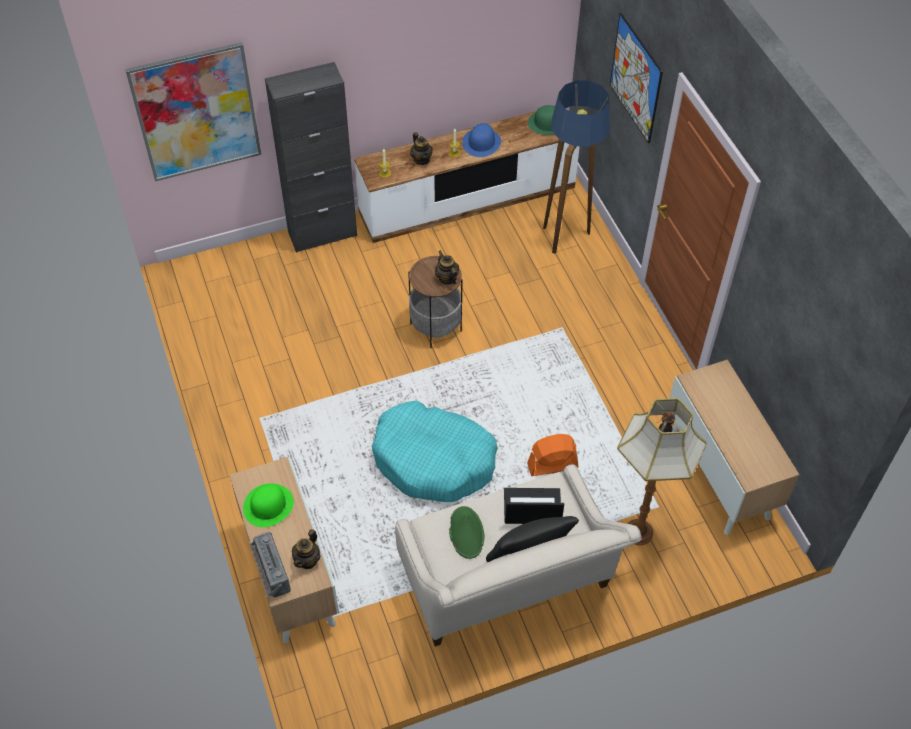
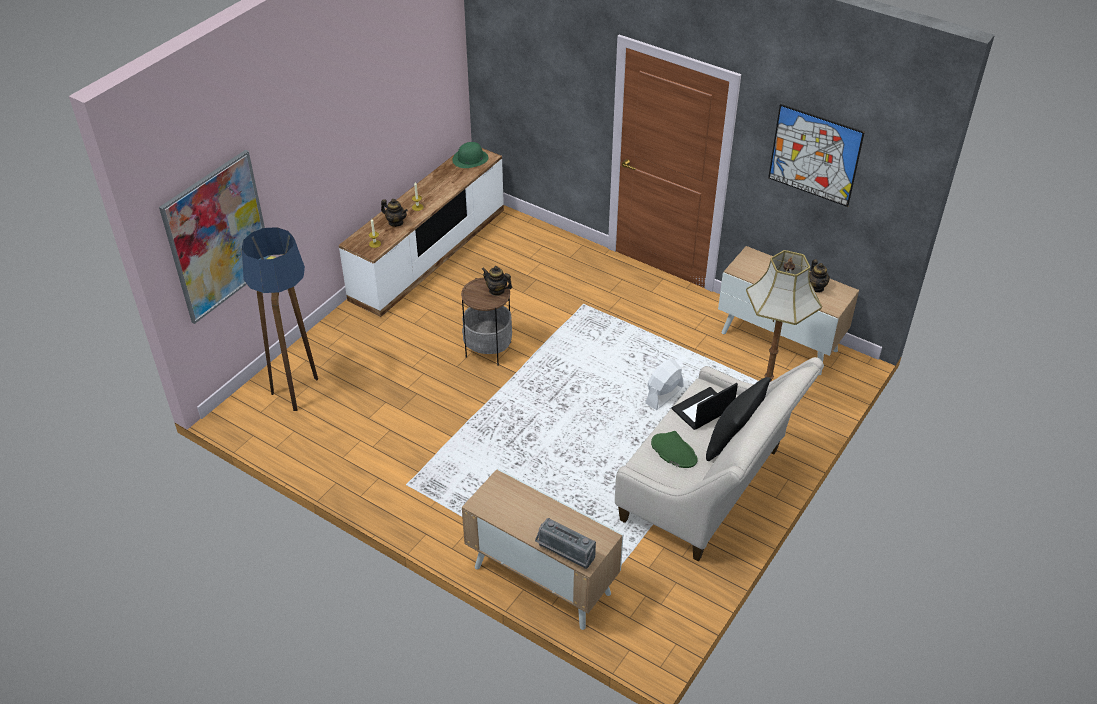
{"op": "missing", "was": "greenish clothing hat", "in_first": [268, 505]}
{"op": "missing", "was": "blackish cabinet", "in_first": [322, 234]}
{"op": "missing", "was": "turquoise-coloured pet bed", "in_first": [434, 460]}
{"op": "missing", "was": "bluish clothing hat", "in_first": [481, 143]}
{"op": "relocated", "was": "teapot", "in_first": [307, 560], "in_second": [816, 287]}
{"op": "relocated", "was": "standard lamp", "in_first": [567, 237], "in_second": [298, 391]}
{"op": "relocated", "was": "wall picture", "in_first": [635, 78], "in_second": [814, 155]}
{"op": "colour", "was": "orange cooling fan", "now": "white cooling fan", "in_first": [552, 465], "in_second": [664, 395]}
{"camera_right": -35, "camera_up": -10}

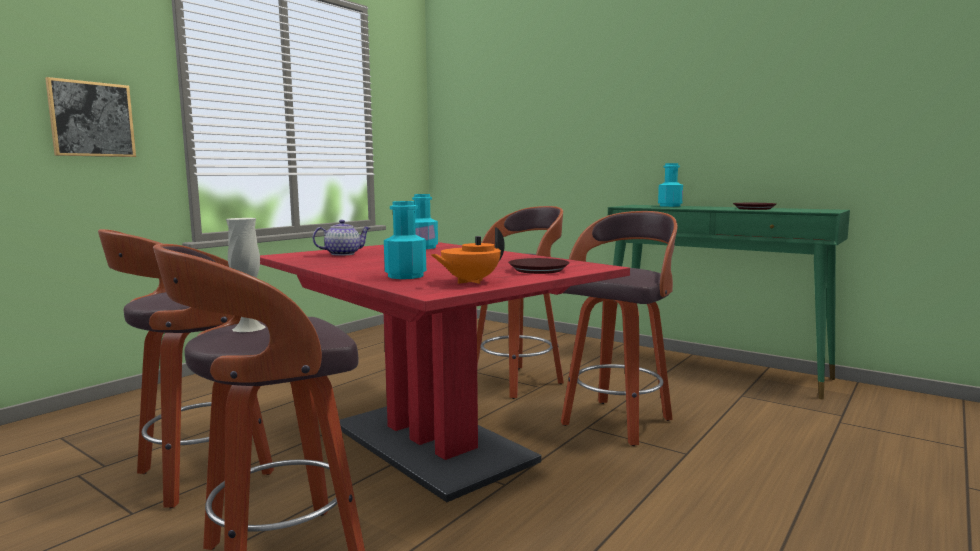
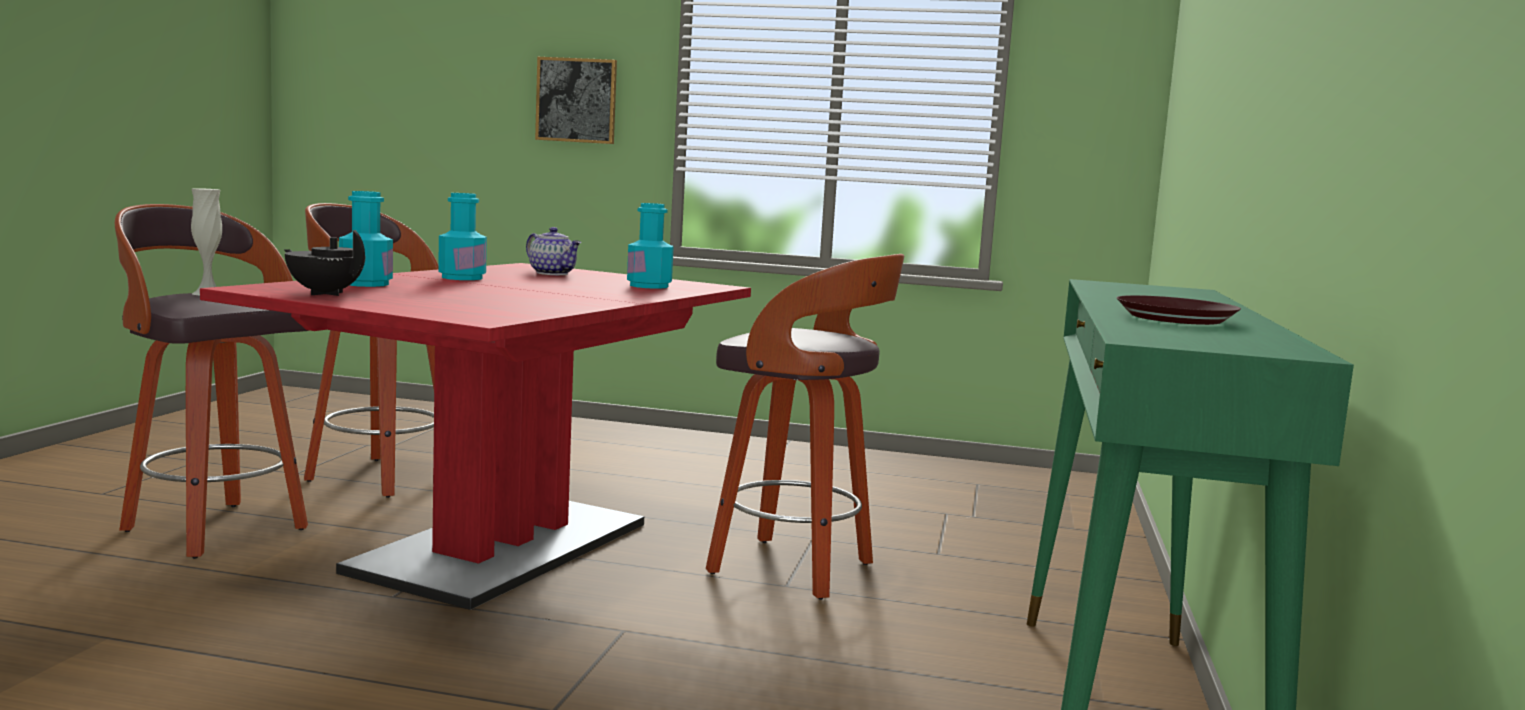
{"op": "missing", "was": "brown flat dish", "in_first": [539, 270]}
{"op": "missing", "was": "stool", "in_first": [618, 421]}
{"op": "relocated", "was": "turquoise-coloured beverage bottle", "in_first": [670, 206], "in_second": [462, 278]}
{"op": "colour", "was": "orange teapot", "now": "blackish teapot", "in_first": [469, 281], "in_second": [325, 293]}
{"camera_right": 65, "camera_up": 0}

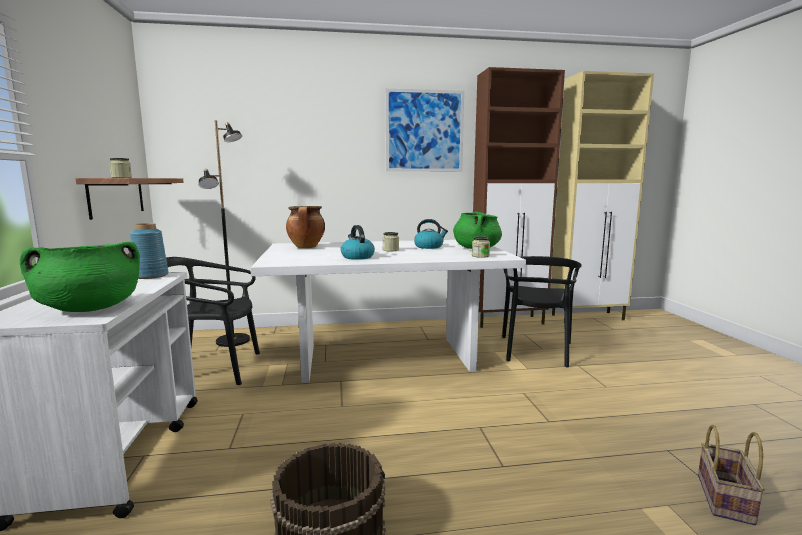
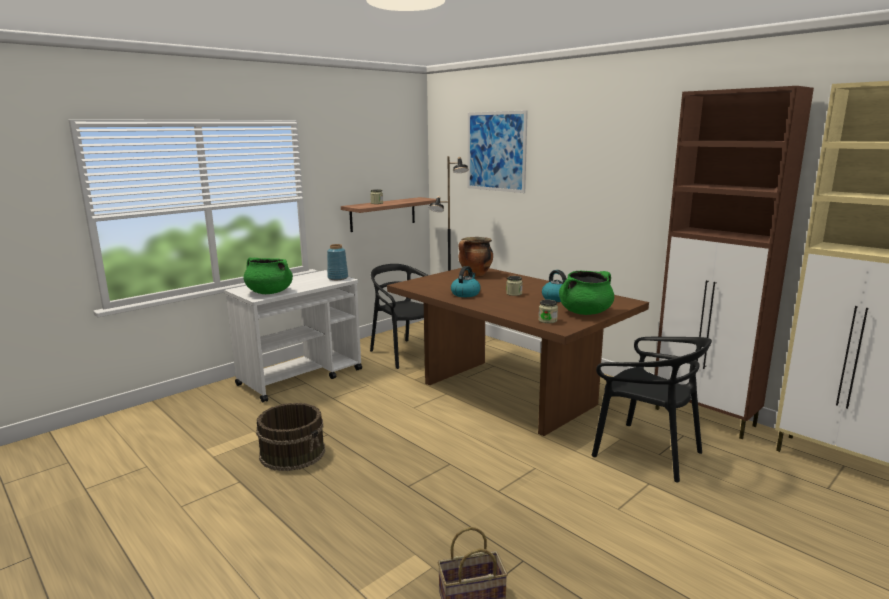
{"op": "relocated", "was": "wall picture", "in_first": [424, 131], "in_second": [496, 151]}
{"op": "colour", "was": "white kitchen table", "now": "brown kitchen table", "in_first": [386, 357], "in_second": [509, 393]}
{"op": "spun", "was": "blackish plain chair", "in_first": [536, 350], "in_second": [646, 452], "clockwise": -120}
{"camera_right": 55, "camera_up": 5}

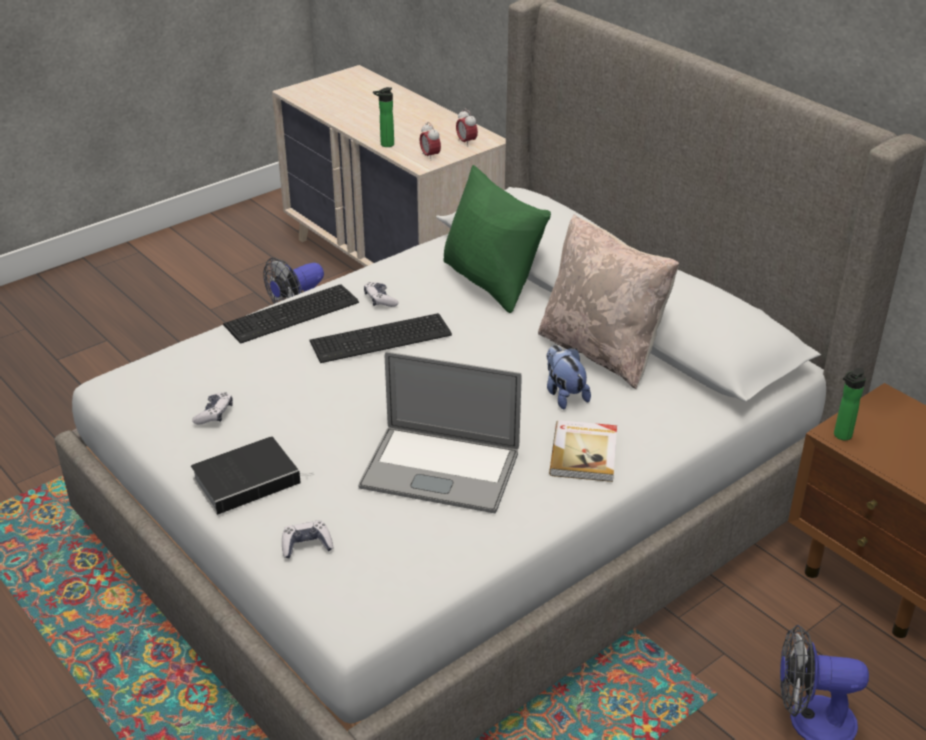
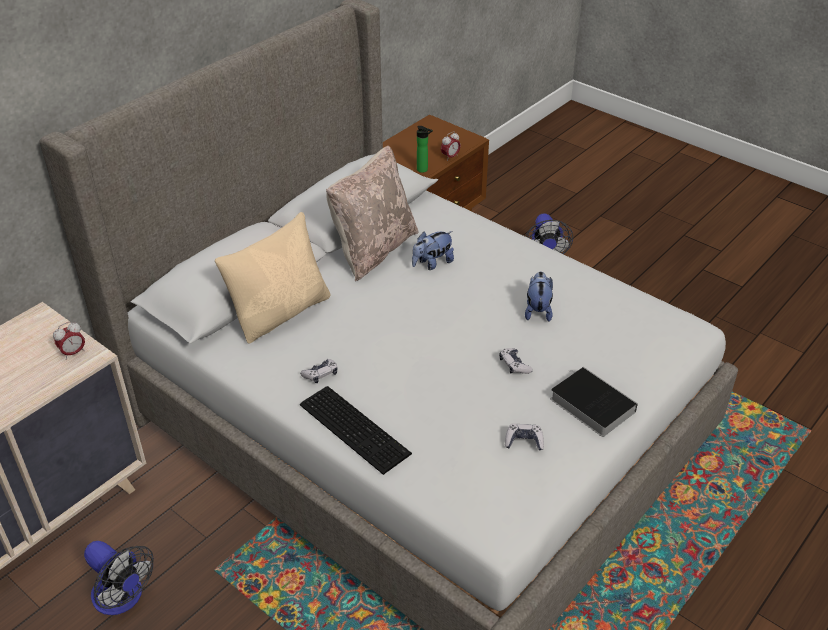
{"op": "missing", "was": "keyboard", "in_first": [383, 339]}
{"op": "missing", "was": "beverage bottle", "in_first": [385, 145]}
{"op": "missing", "was": "book", "in_first": [585, 453]}
{"op": "relocated", "was": "game controller", "in_first": [306, 545], "in_second": [514, 365]}
{"op": "relocated", "was": "alarm clock", "in_first": [466, 142], "in_second": [450, 157]}
{"op": "exchanged", "was": "notebook computer", "now": "cuddly toy", "in_first": [440, 469], "in_second": [537, 310]}
{"op": "colour", "was": "greenish pillow", "now": "beige-coloured pillow", "in_first": [491, 282], "in_second": [281, 313]}
{"camera_right": -100, "camera_up": 5}

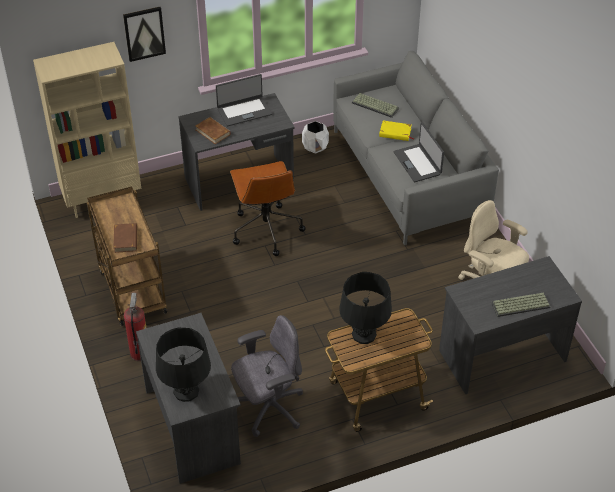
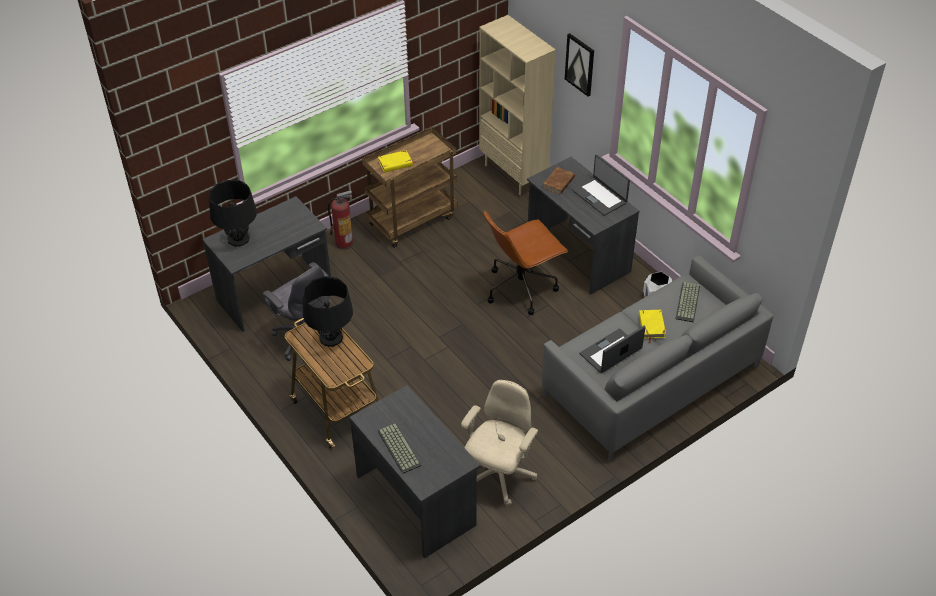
{"op": "colour", "was": "brown book", "now": "yellow book", "in_first": [126, 239], "in_second": [395, 163]}
{"camera_right": 75, "camera_up": 0}

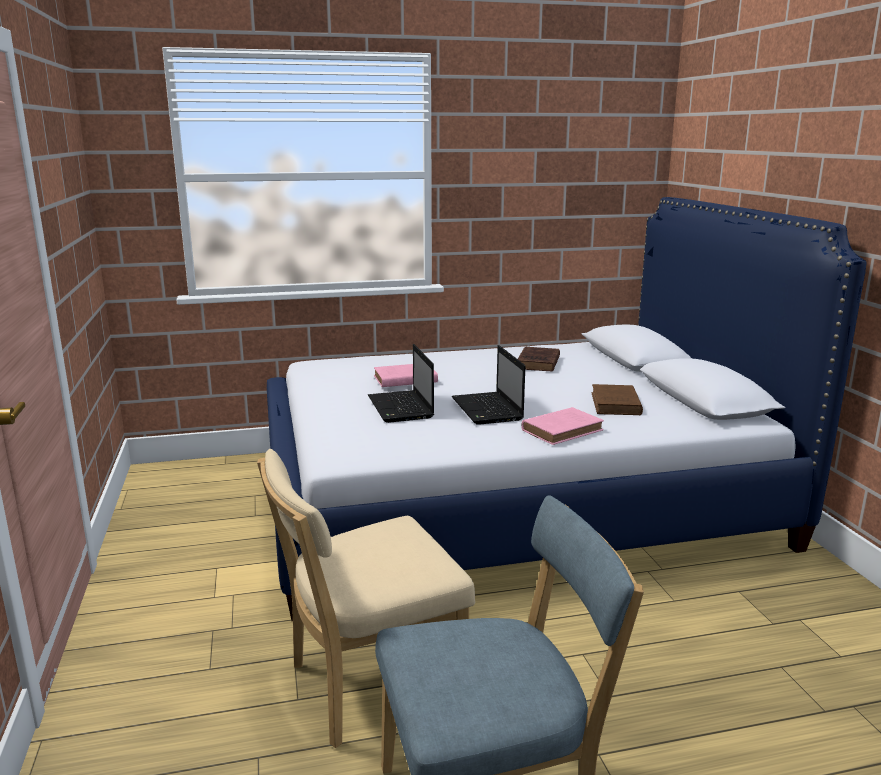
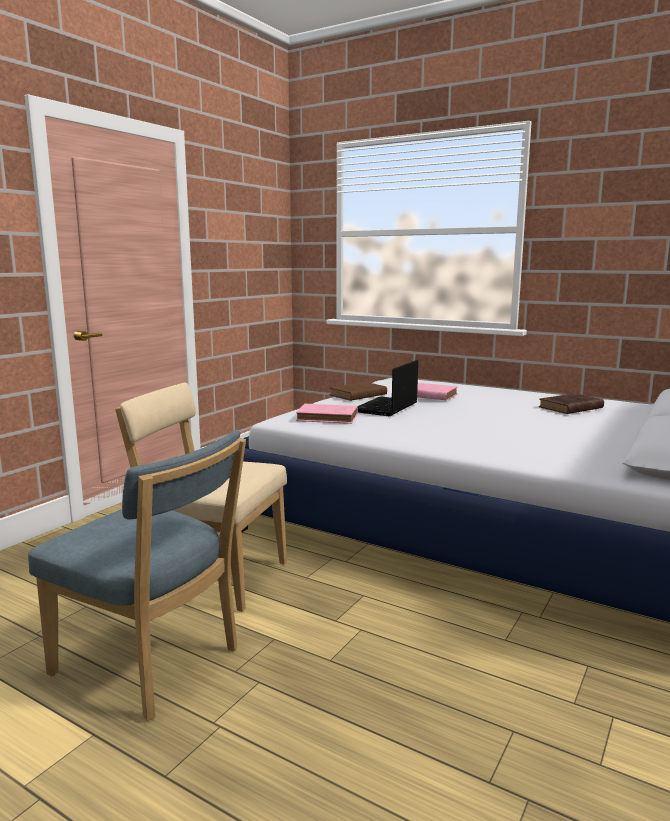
{"op": "missing", "was": "notebook computer", "in_first": [488, 410]}
{"op": "relocated", "was": "pinkish book", "in_first": [563, 430], "in_second": [329, 418]}
{"op": "relocated", "was": "brown book", "in_first": [616, 405], "in_second": [357, 395]}
{"camera_right": 45, "camera_up": -5}

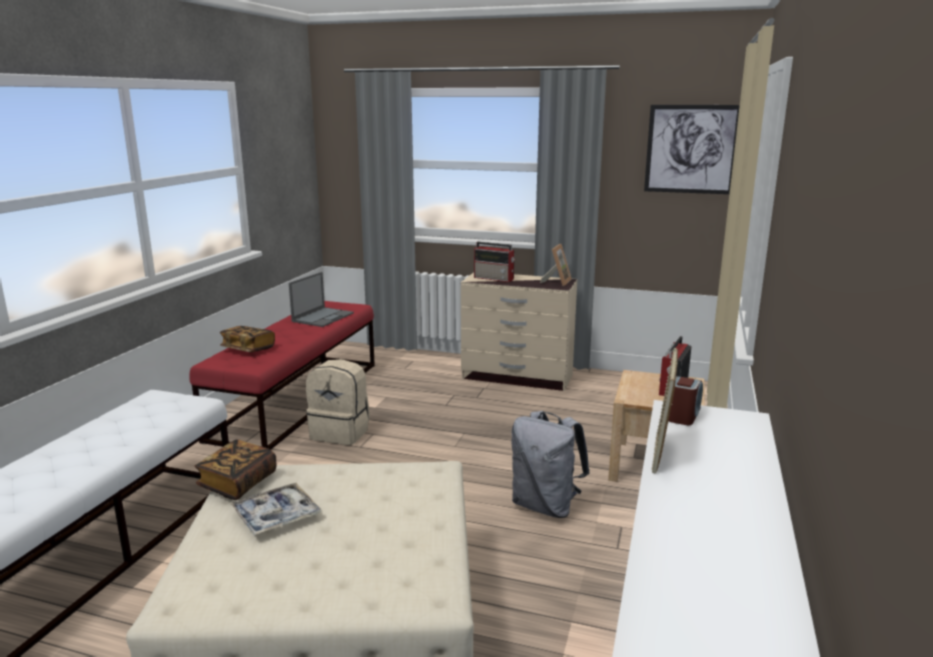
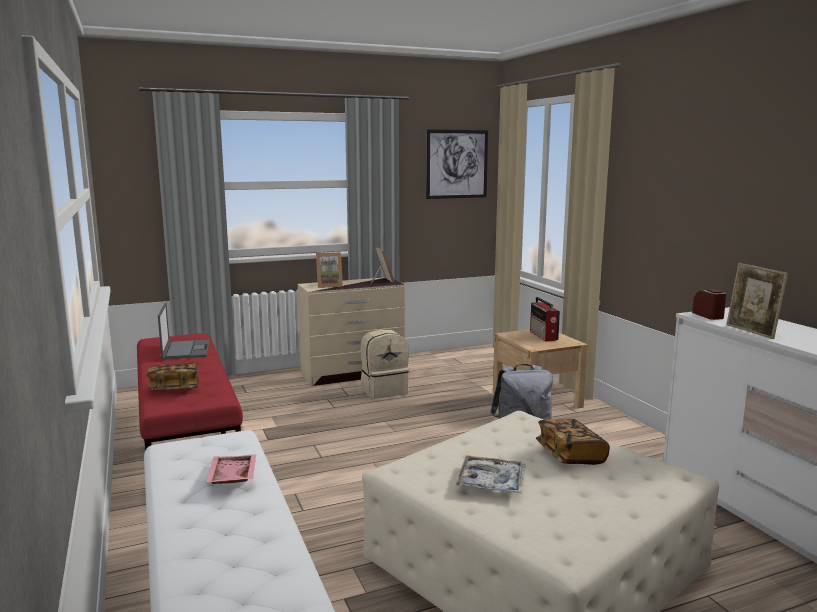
{"op": "appeared", "now": "pinkish tray", "in_second": [231, 478]}
{"op": "relocated", "was": "book", "in_first": [238, 483], "in_second": [570, 455]}
{"op": "relocated", "was": "beige-coloured backpack", "in_first": [341, 432], "in_second": [384, 390]}
{"op": "exchanged", "was": "radio set", "now": "picture frame", "in_first": [494, 278], "in_second": [329, 285]}
{"camera_right": -40, "camera_up": -5}

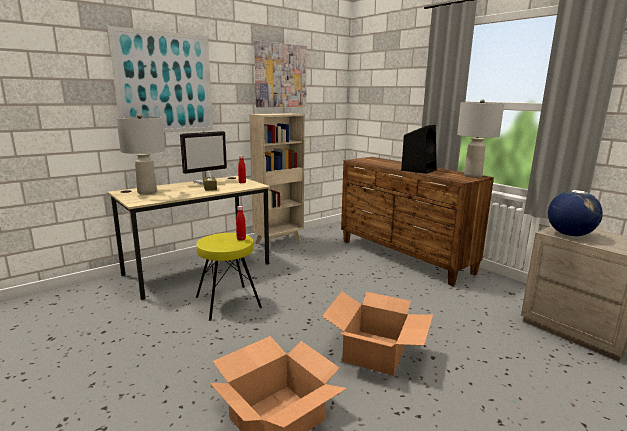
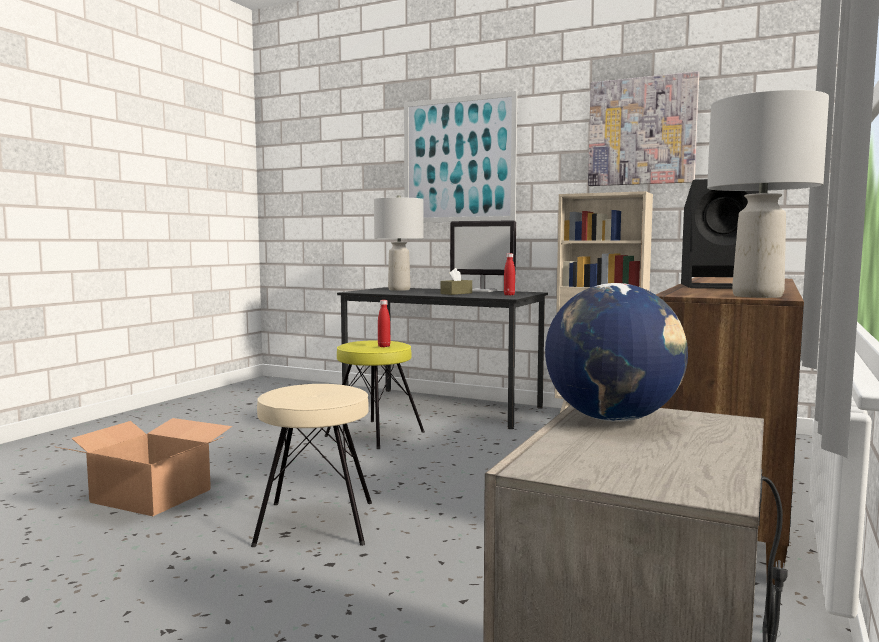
{"op": "exchanged", "was": "cardboard box", "now": "beige-coloured stool", "in_first": [376, 352], "in_second": [316, 523]}
{"op": "colour", "was": "beige-coloured desk table", "now": "blackish desk table", "in_first": [198, 269], "in_second": [442, 407]}
{"camera_right": 65, "camera_up": -10}

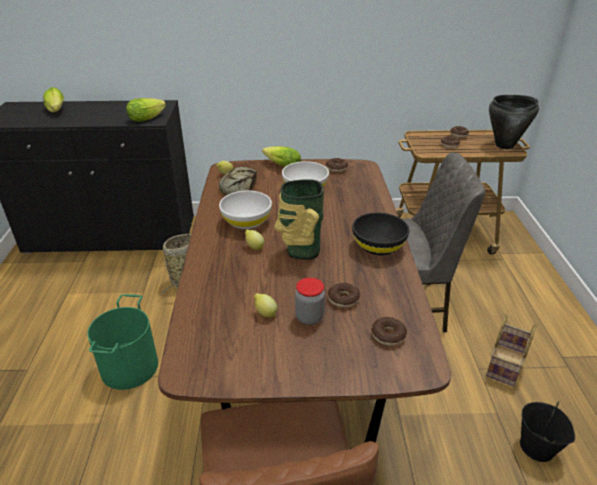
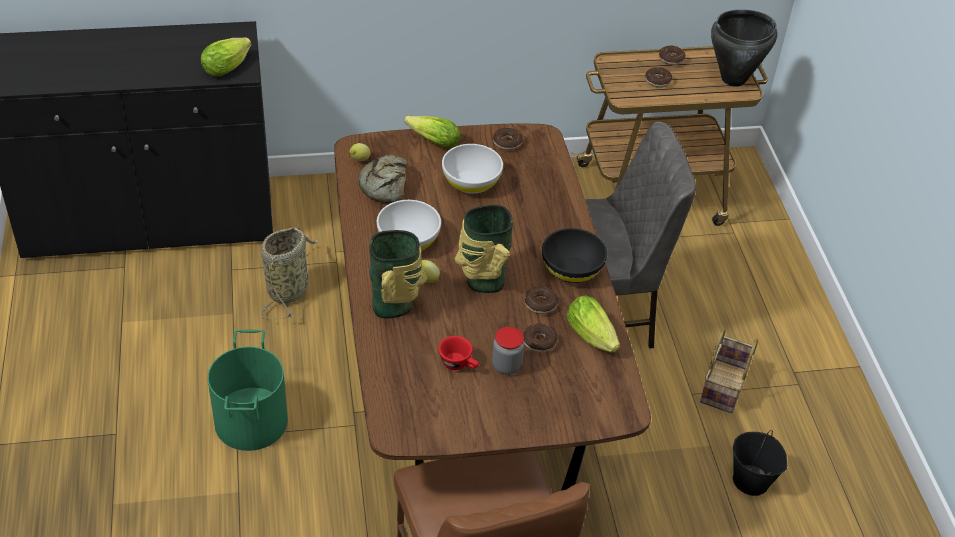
{"op": "appeared", "now": "decorative vase", "in_second": [395, 306]}
{"op": "relocated", "was": "lettuce", "in_first": [56, 111], "in_second": [593, 337]}
{"op": "relocated", "was": "doughnut", "in_first": [388, 335], "in_second": [540, 304]}
{"op": "exchanged", "was": "citrus fruit", "now": "red cup", "in_first": [265, 313], "in_second": [459, 364]}
{"camera_right": -10, "camera_up": 10}

